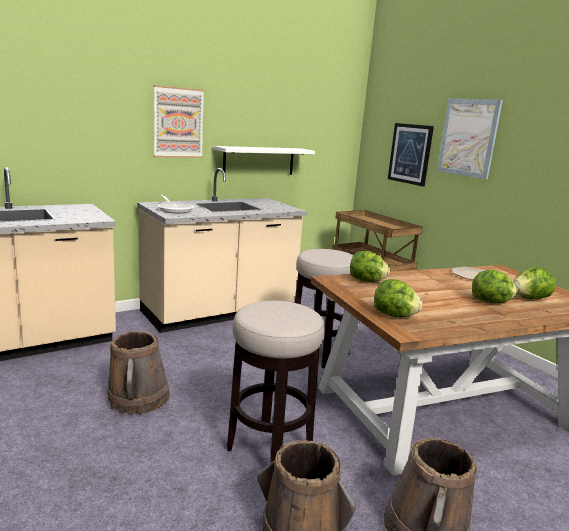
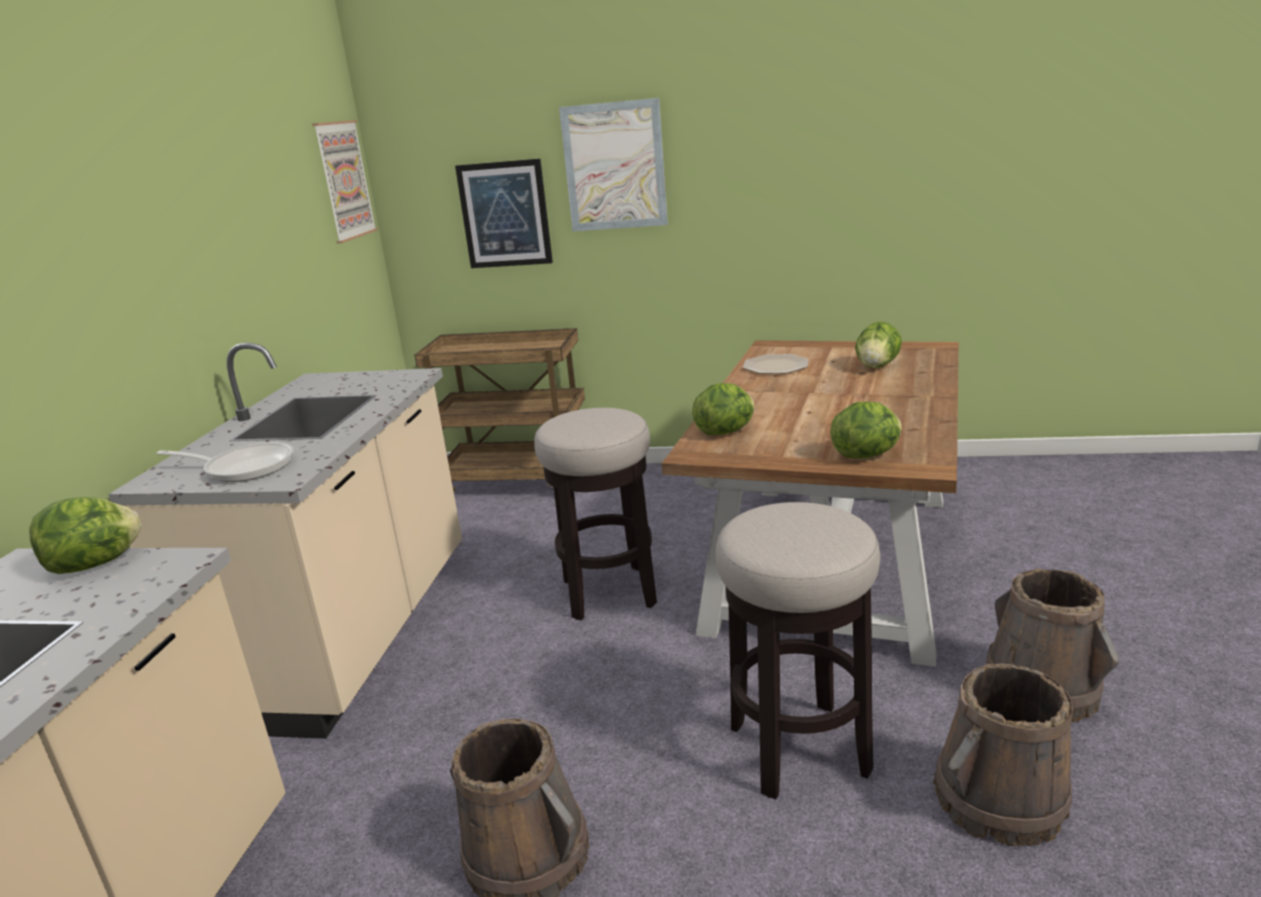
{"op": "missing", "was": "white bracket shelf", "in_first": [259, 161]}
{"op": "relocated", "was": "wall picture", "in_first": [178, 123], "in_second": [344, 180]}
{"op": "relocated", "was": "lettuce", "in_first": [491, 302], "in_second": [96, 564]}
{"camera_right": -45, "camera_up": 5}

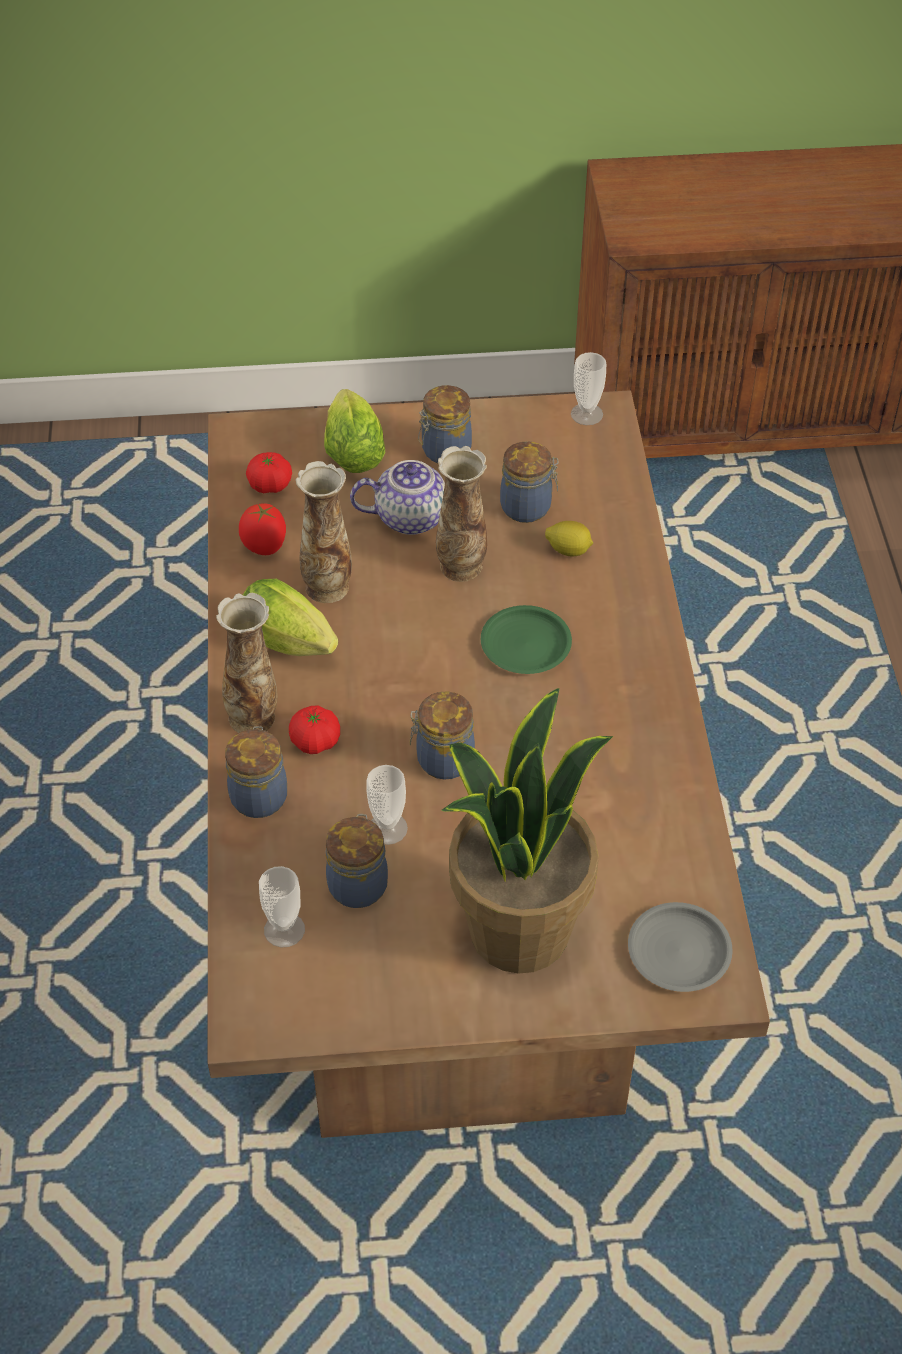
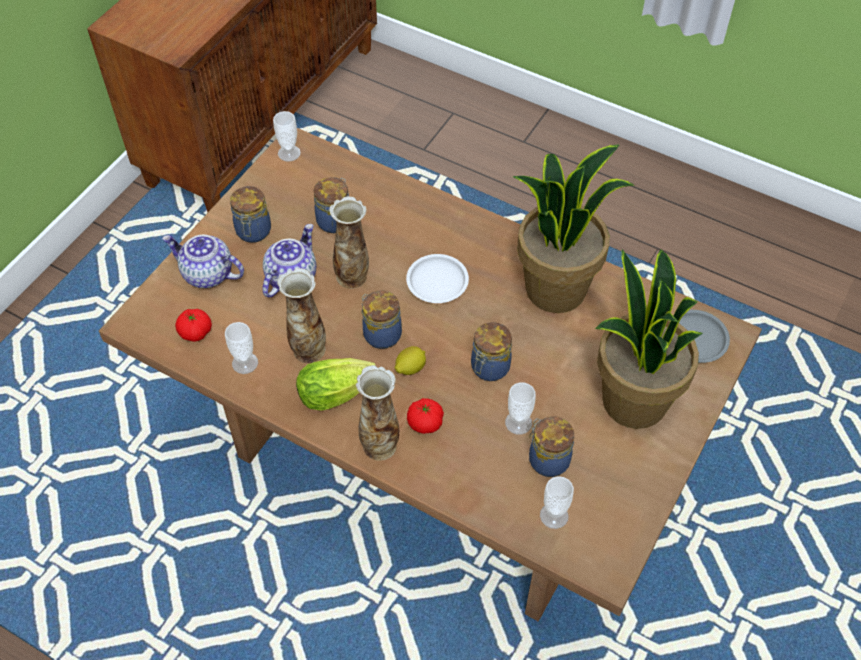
{"op": "appeared", "now": "potted plant", "in_second": [555, 288]}
{"op": "relocated", "was": "jar", "in_first": [259, 795], "in_second": [381, 334]}
{"op": "relocated", "was": "citrus fruit", "in_first": [568, 550], "in_second": [410, 368]}
{"op": "exchanged", "was": "fresh tomato", "now": "cup", "in_first": [264, 546], "in_second": [245, 363]}
{"op": "exchanged", "was": "lettuce", "now": "teapot", "in_first": [352, 449], "in_second": [207, 274]}
{"op": "colour", "was": "greenish flat dish", "now": "white flat dish", "in_first": [526, 645], "in_second": [438, 282]}
{"camera_right": -55, "camera_up": 5}

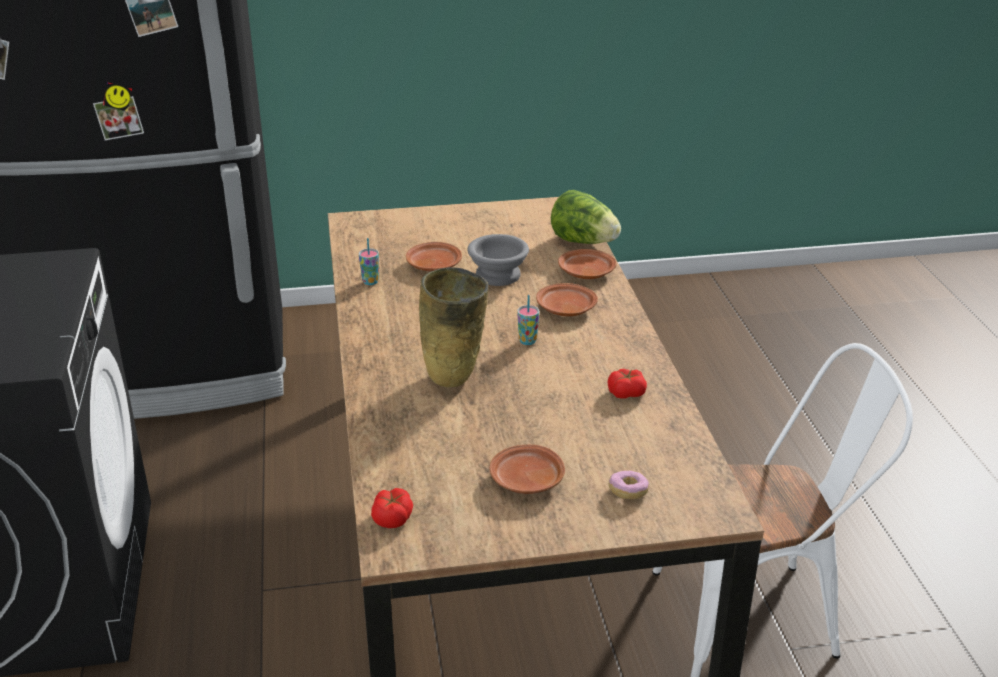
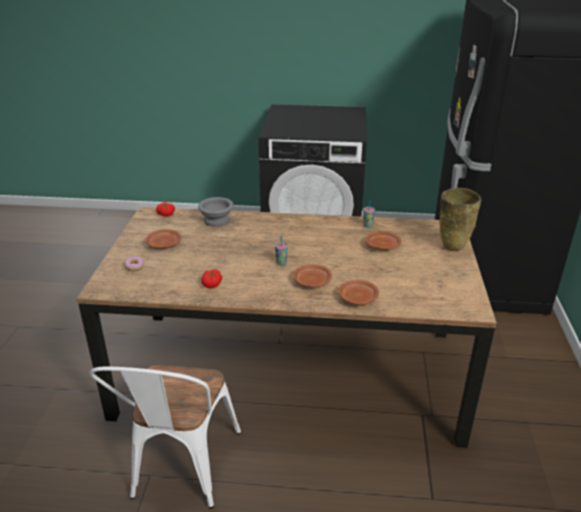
{"op": "missing", "was": "lettuce", "in_first": [584, 242]}
{"op": "relocated", "was": "beige-coloured decorative vase", "in_first": [454, 380], "in_second": [452, 248]}
{"op": "relocated", "was": "gray deep dish", "in_first": [496, 275], "in_second": [217, 220]}
{"camera_right": 105, "camera_up": 0}

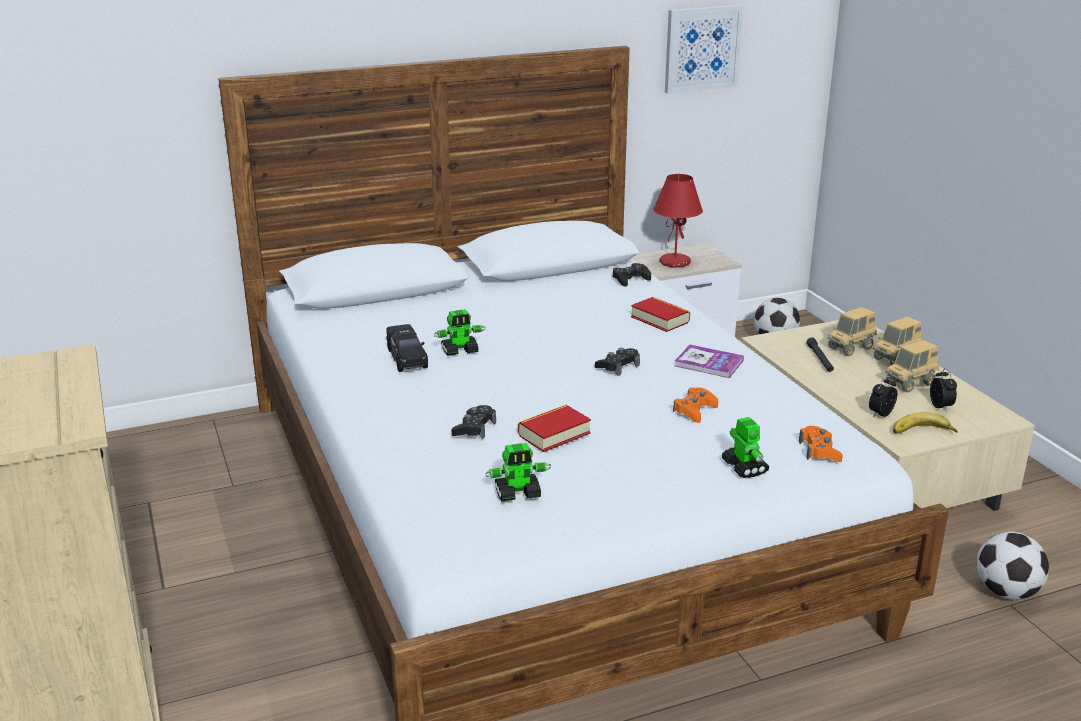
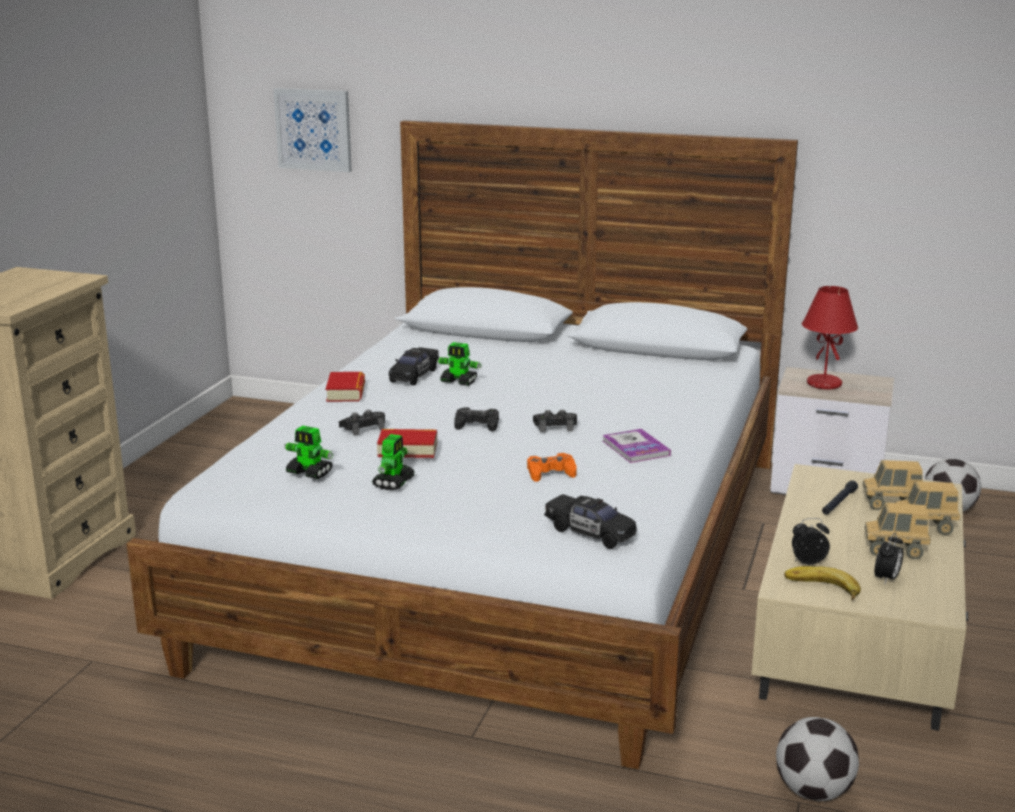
{"op": "relocated", "was": "blackish game controller", "in_first": [630, 279], "in_second": [477, 425]}
{"op": "relocated", "was": "book", "in_first": [660, 319], "in_second": [346, 392]}
{"op": "relocated", "was": "wall picture", "in_first": [702, 48], "in_second": [314, 129]}
{"op": "relocated", "was": "model robot", "in_first": [744, 467], "in_second": [394, 482]}
{"op": "exchanged", "was": "orange game controller", "now": "blackish toy car", "in_first": [819, 451], "in_second": [590, 533]}
{"camera_right": 40, "camera_up": -5}

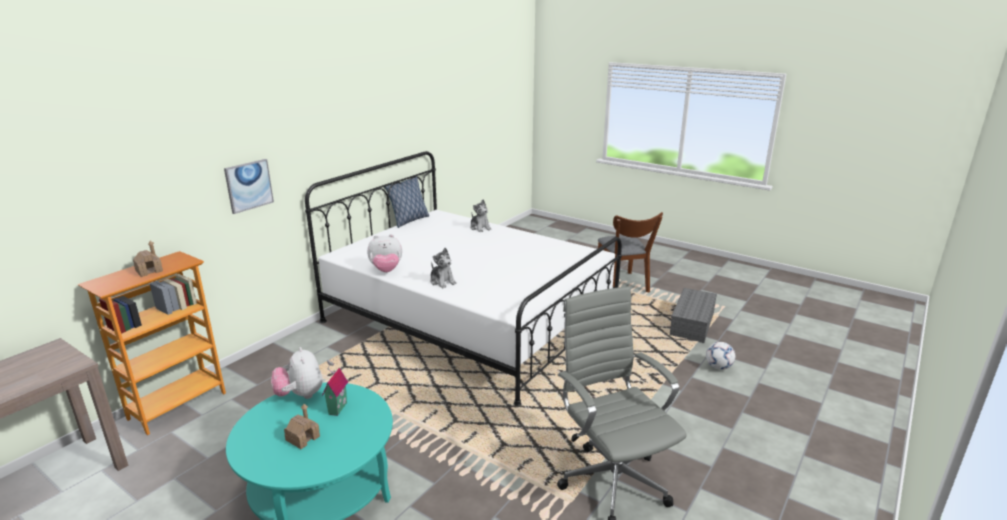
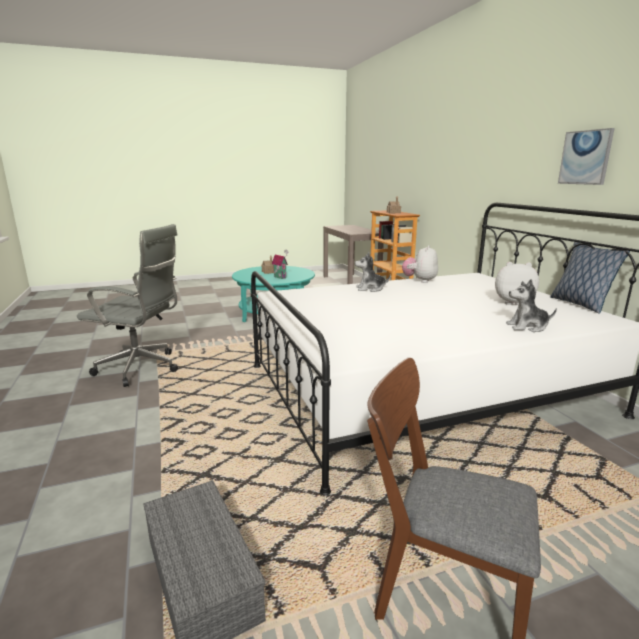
{"op": "missing", "was": "ball for football", "in_first": [718, 367]}
{"op": "relocated", "was": "wall picture", "in_first": [248, 185], "in_second": [585, 157]}
{"op": "relocated", "was": "cuddly toy", "in_first": [300, 395], "in_second": [512, 302]}
{"camera_right": 125, "camera_up": -5}

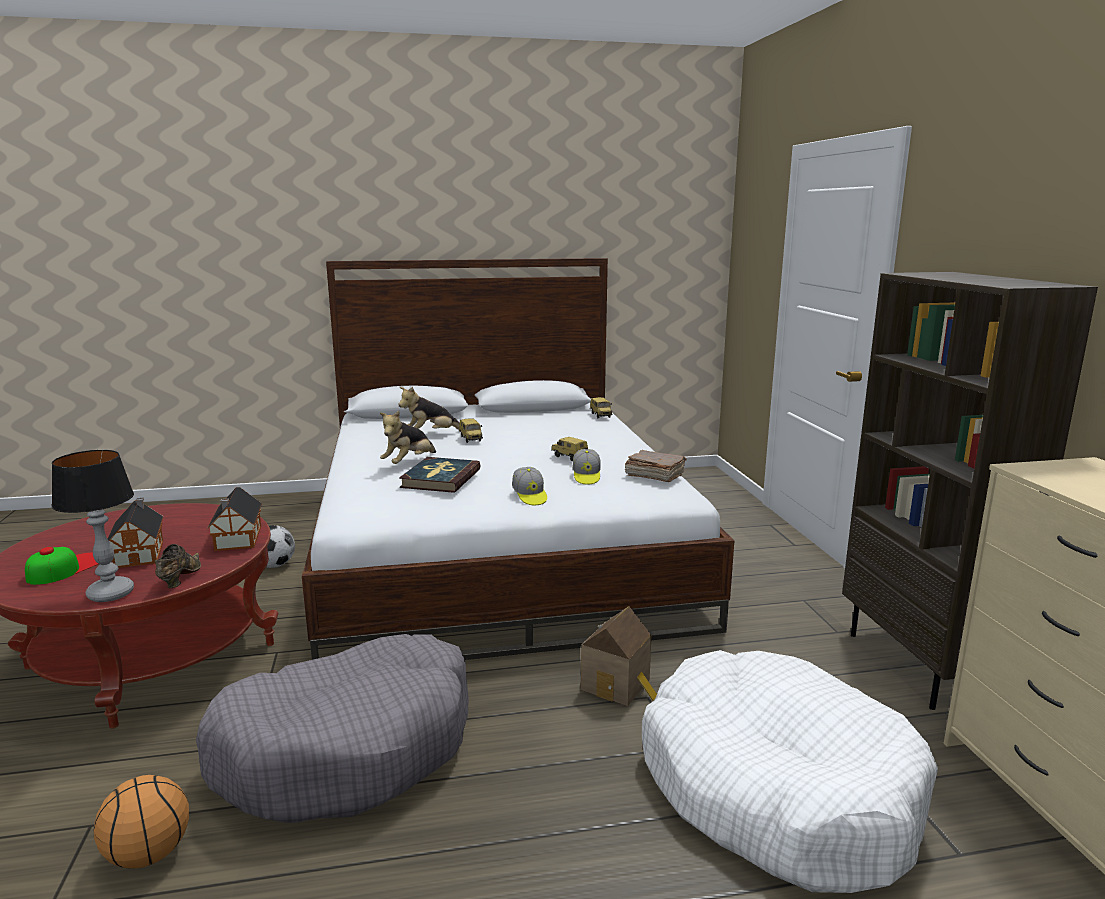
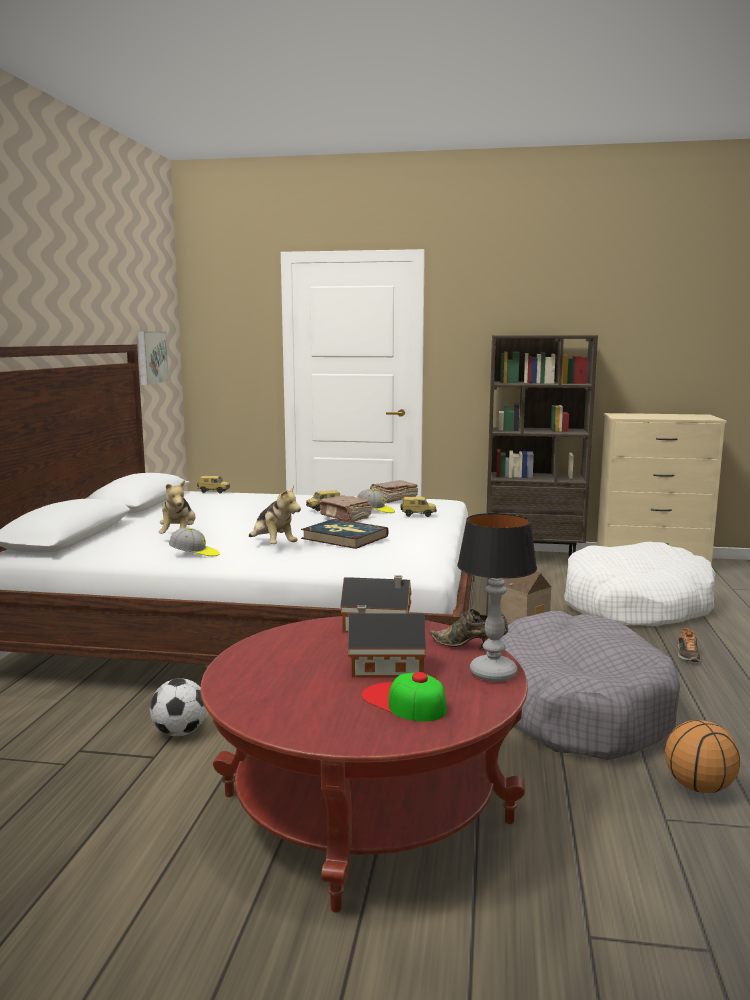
{"op": "appeared", "now": "wall picture", "in_second": [150, 357]}
{"op": "appeared", "now": "brown book", "in_second": [345, 517]}
{"op": "appeared", "now": "shoe", "in_second": [687, 655]}
{"op": "relocated", "was": "toy car", "in_first": [471, 439], "in_second": [418, 515]}
{"op": "relocated", "was": "cap", "in_first": [530, 496], "in_second": [194, 554]}
{"camera_right": -70, "camera_up": -5}

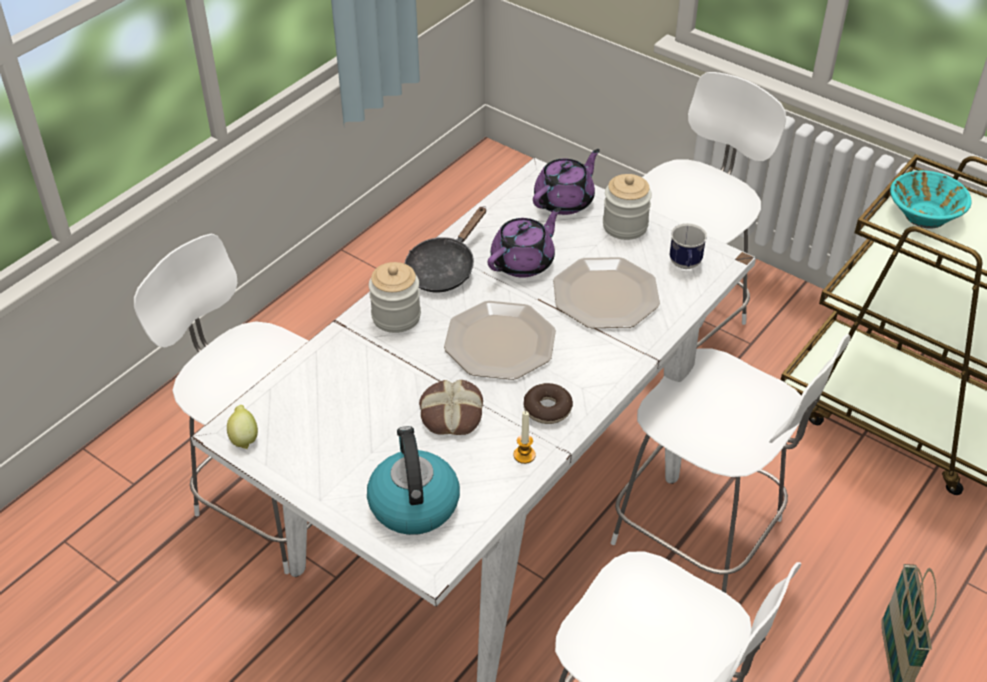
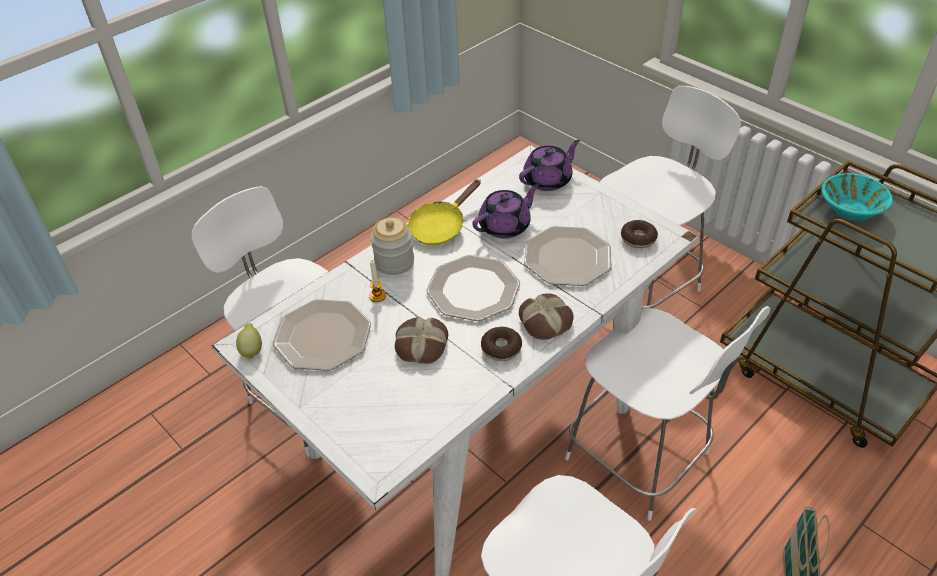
{"op": "missing", "was": "water kettle", "in_first": [413, 503]}
{"op": "missing", "was": "jar", "in_first": [625, 226]}
{"op": "appeared", "now": "flat dish", "in_second": [322, 335]}
{"op": "appeared", "now": "bread", "in_second": [546, 321]}
{"op": "relocated", "was": "wax light", "in_first": [524, 455], "in_second": [377, 296]}
{"op": "exchanged", "was": "mug", "now": "doughnut", "in_first": [685, 266], "in_second": [638, 239]}
{"op": "colour", "was": "blackish frying pan", "now": "yellow frying pan", "in_first": [444, 268], "in_second": [440, 227]}
{"camera_right": 10, "camera_up": 0}

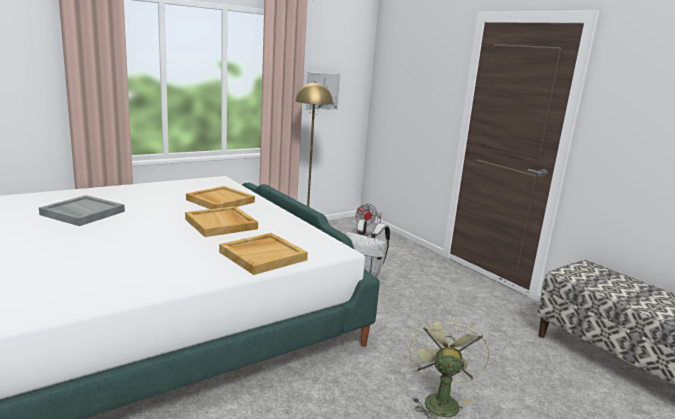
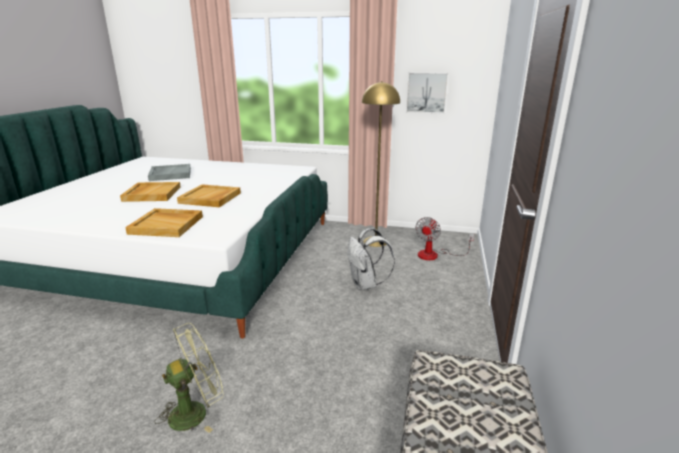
{"op": "relocated", "was": "beige-coloured tray", "in_first": [219, 201], "in_second": [152, 194]}
{"camera_right": 50, "camera_up": 5}

